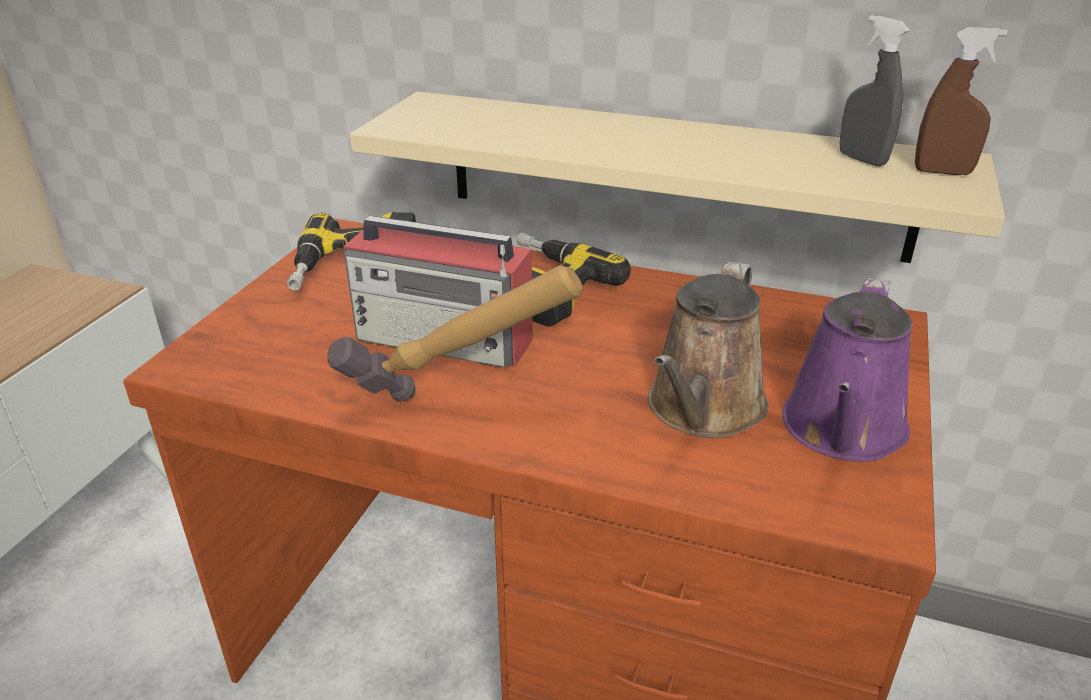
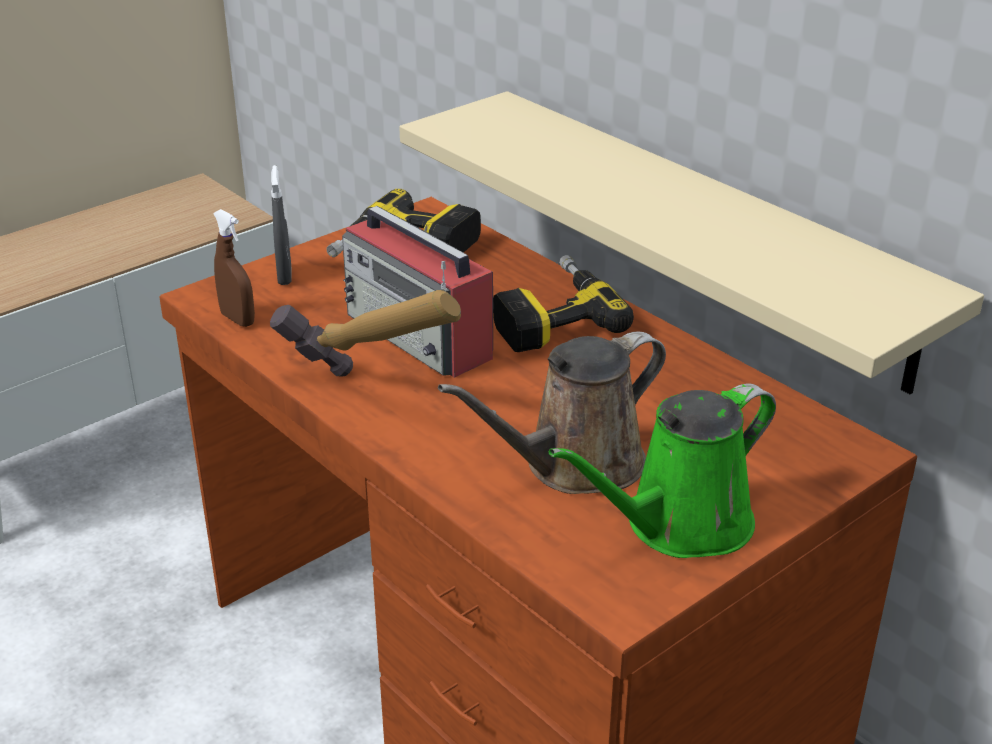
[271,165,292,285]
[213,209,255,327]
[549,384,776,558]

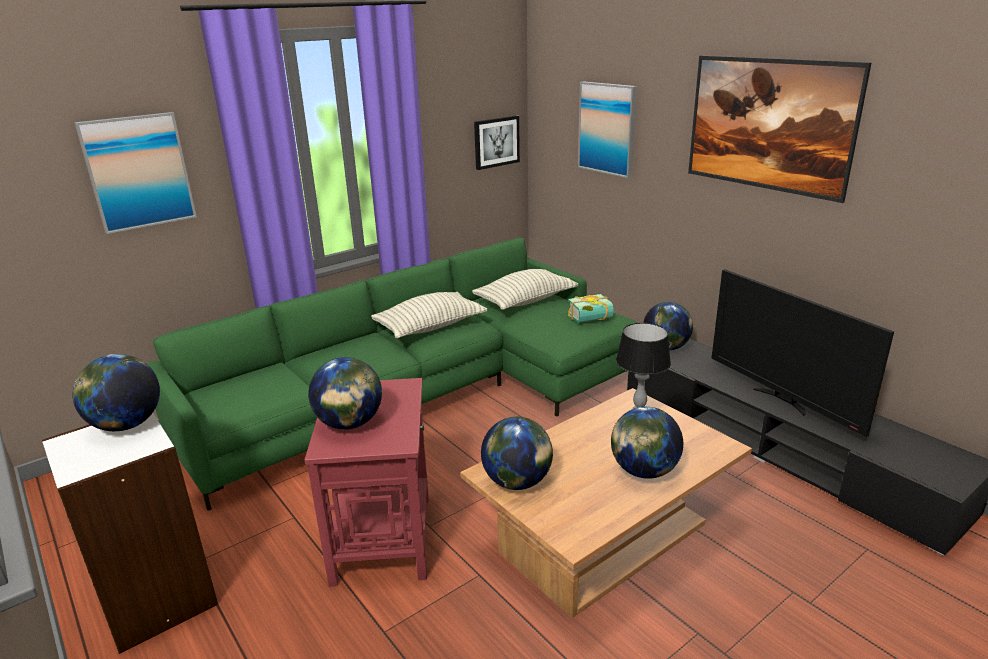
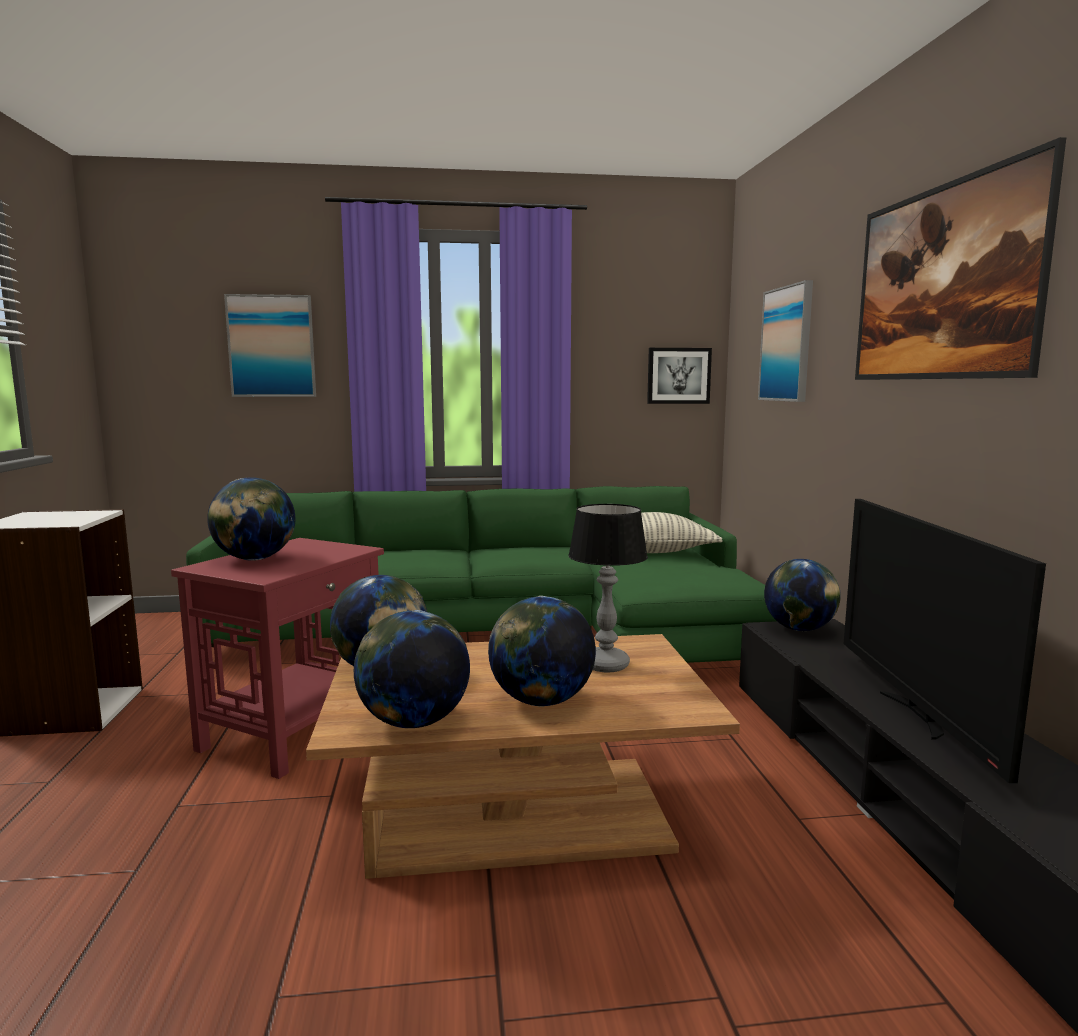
[371,292,487,338] (first image)
[568,294,614,323] (first image)
[354,610,470,728]

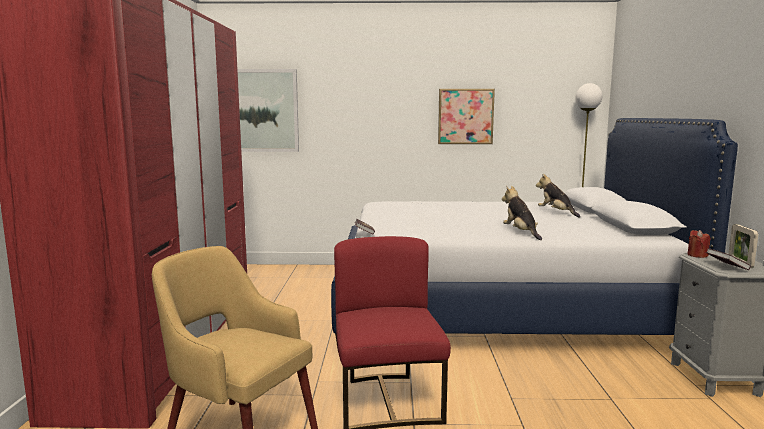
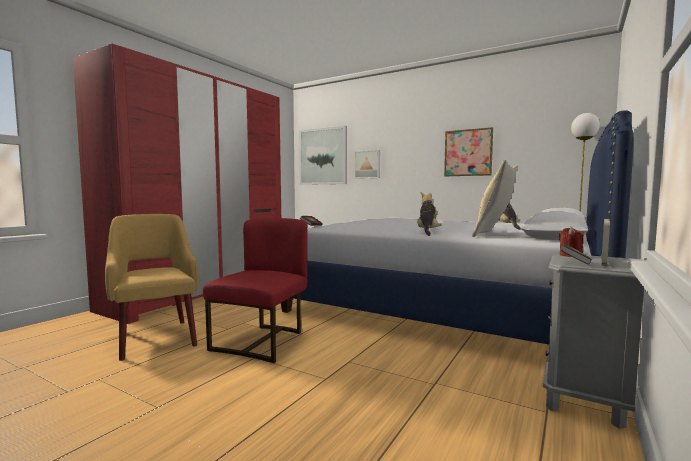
[354,150,380,179]
[472,160,518,237]

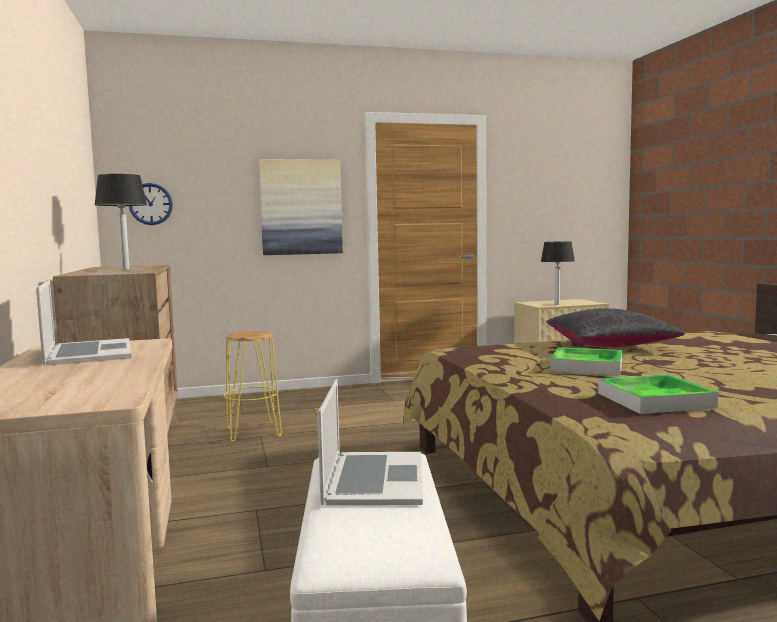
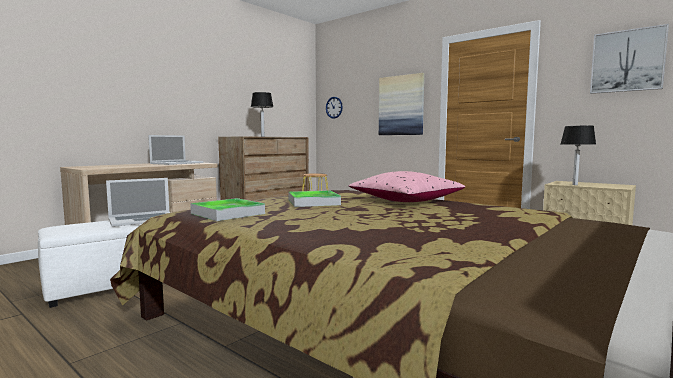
[590,24,669,94]
[348,171,465,202]

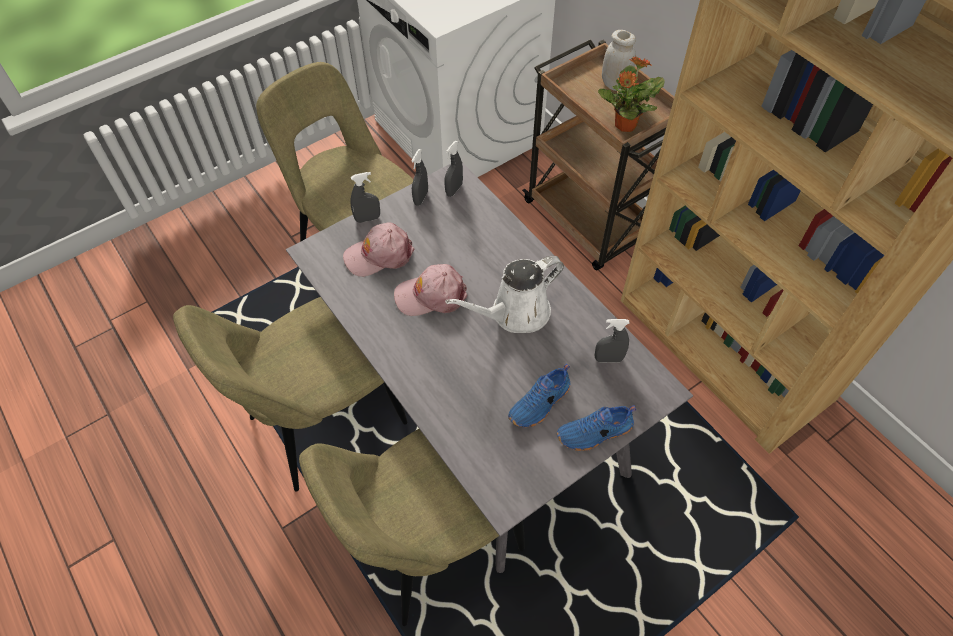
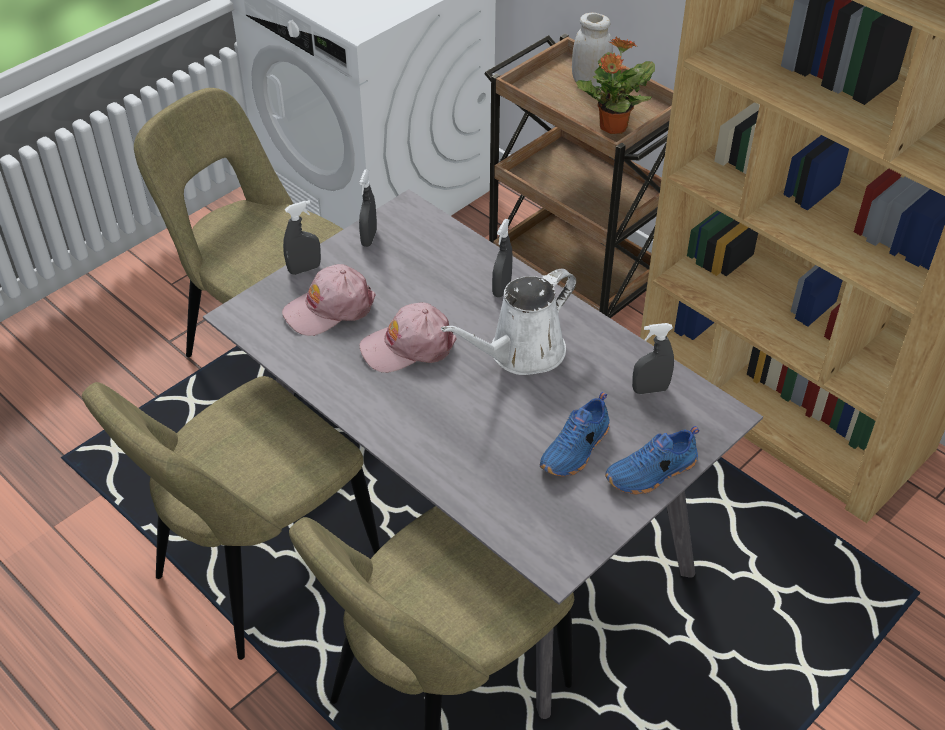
[492,219,513,297]

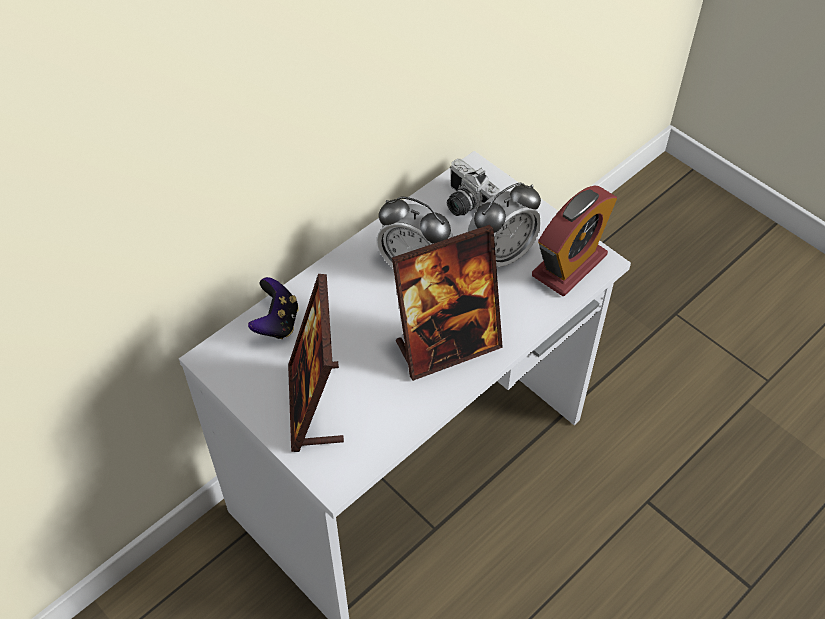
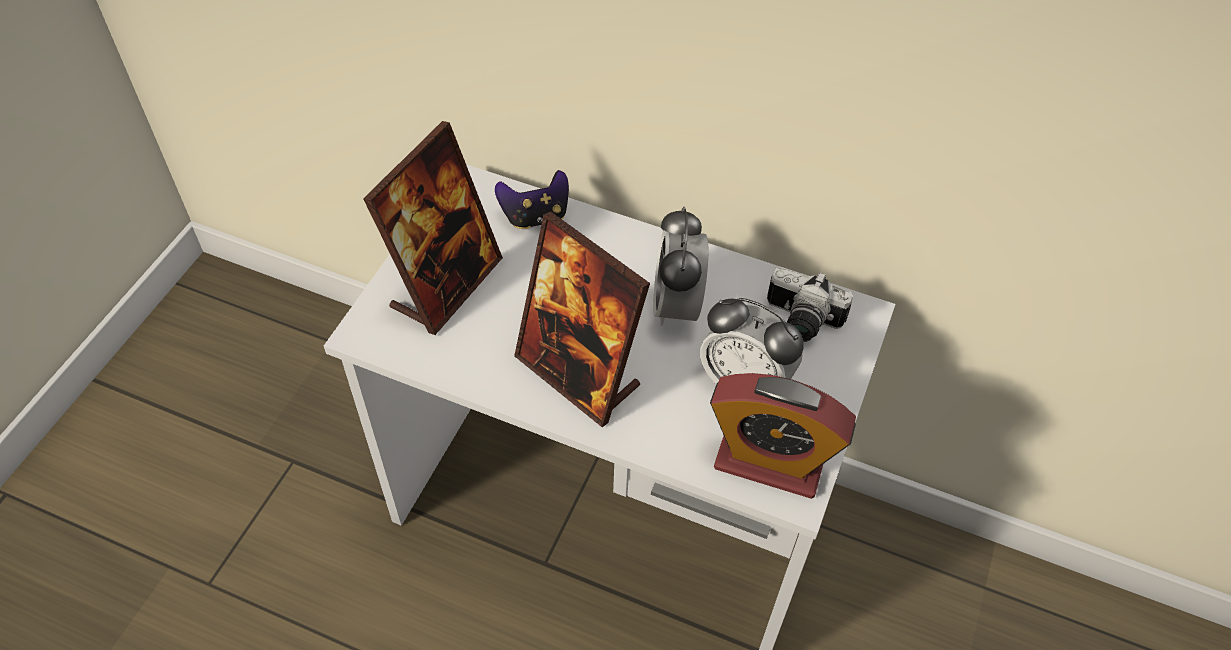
[363,121,503,335]
[767,267,853,342]

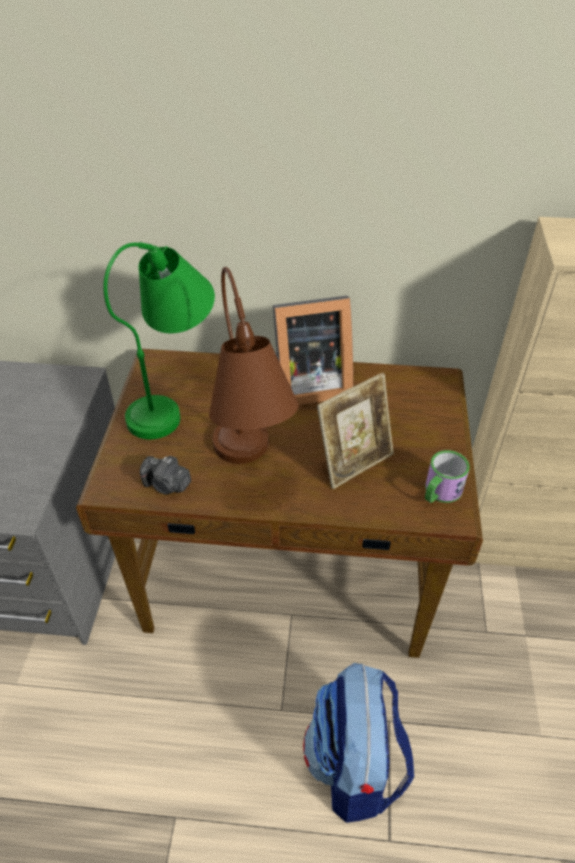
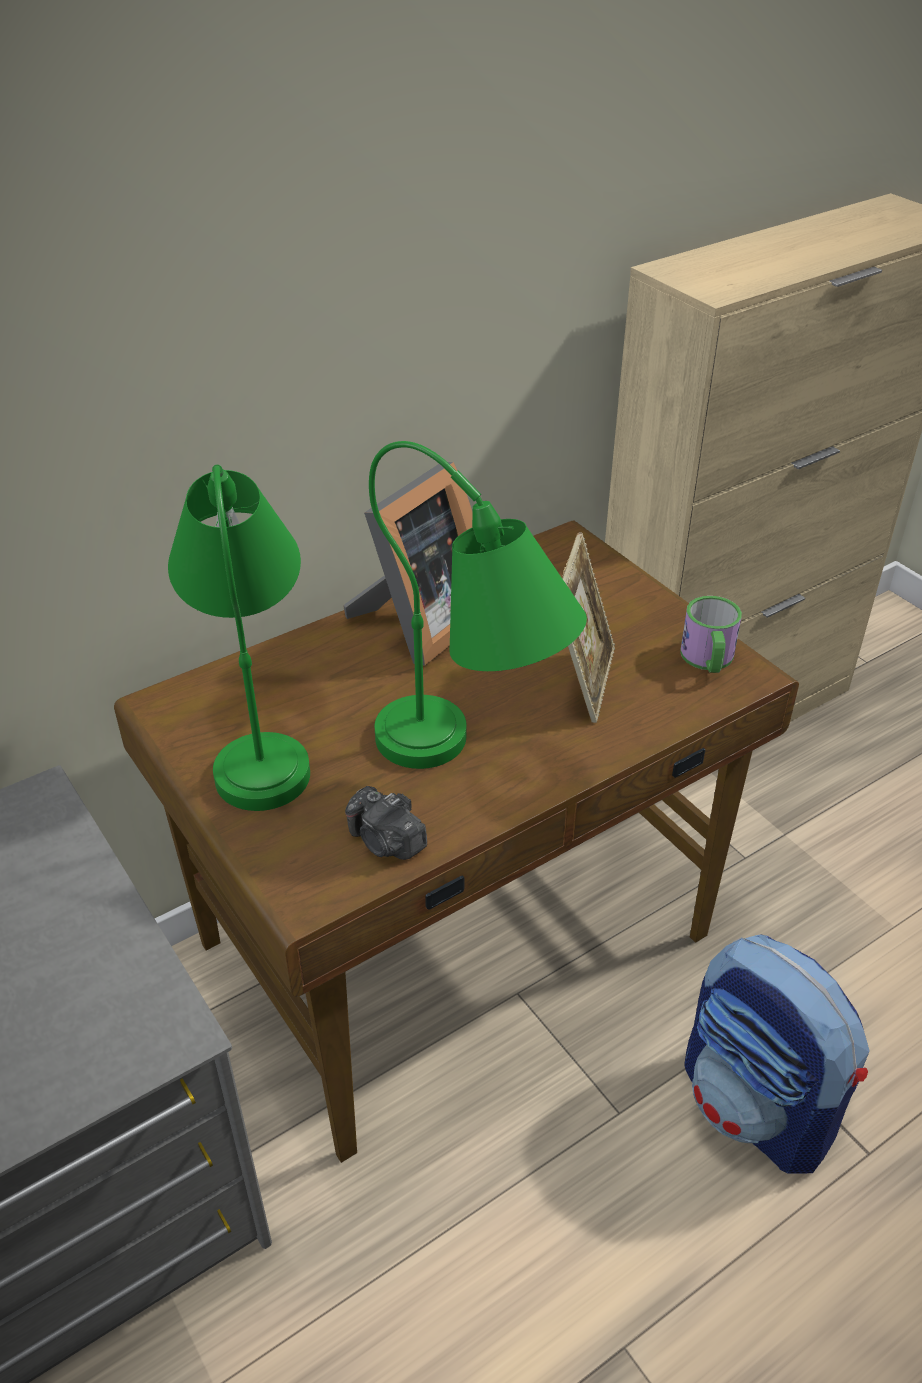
[369,441,587,769]
[345,786,427,860]

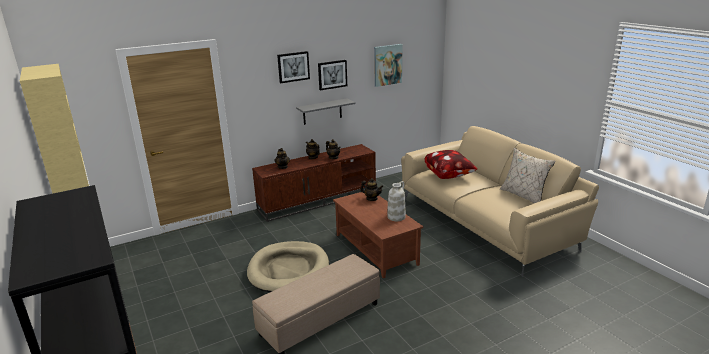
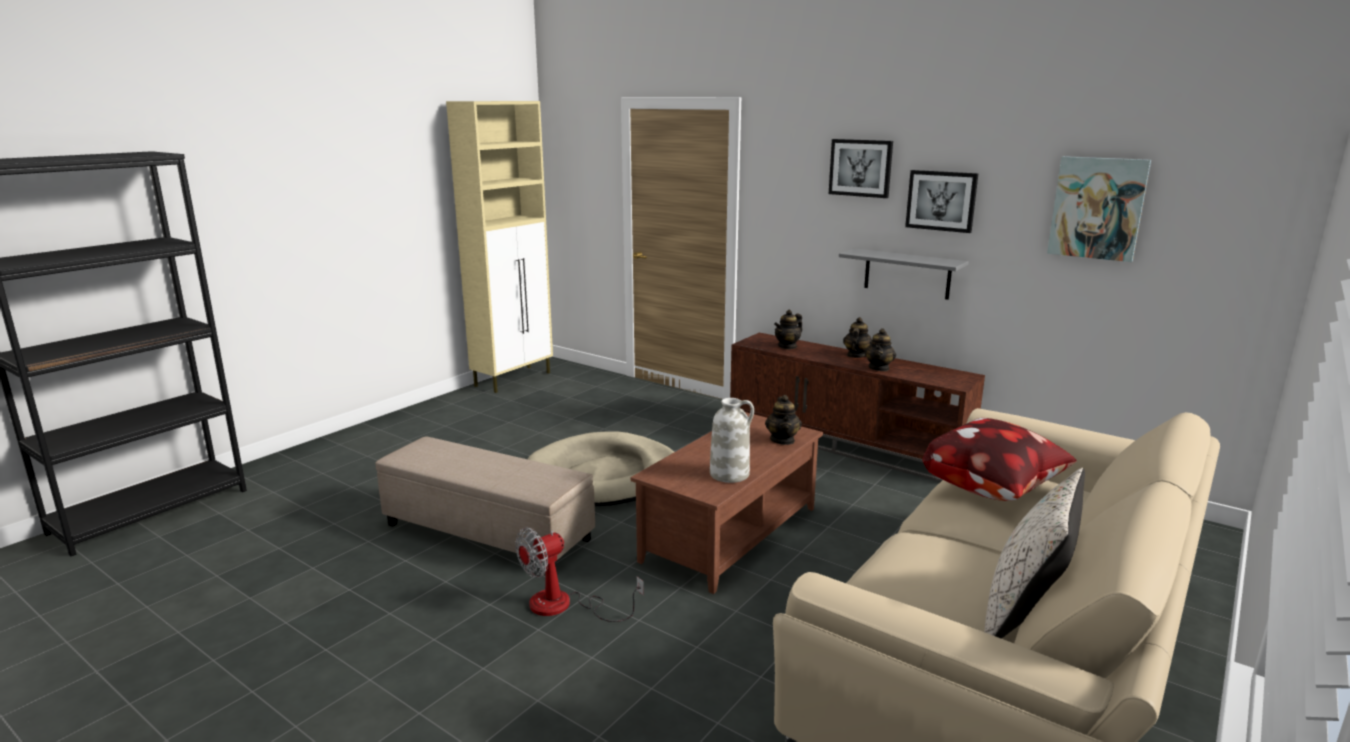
[516,527,644,622]

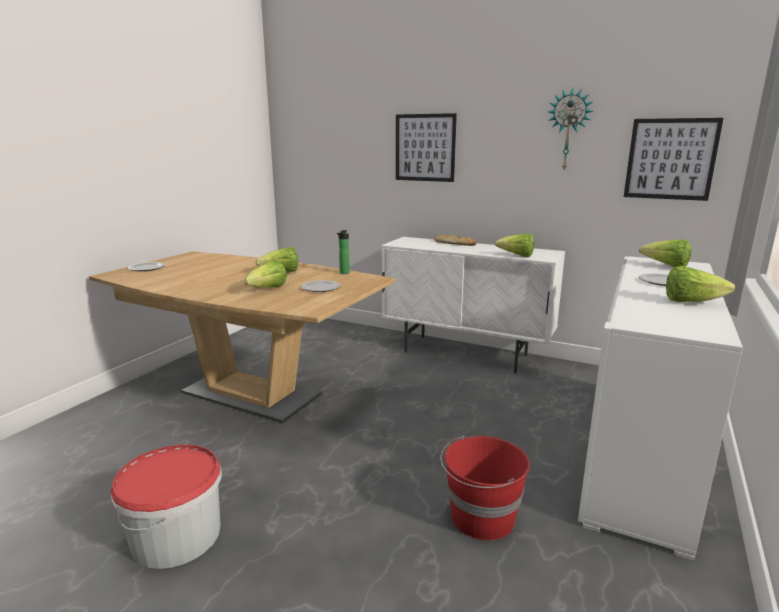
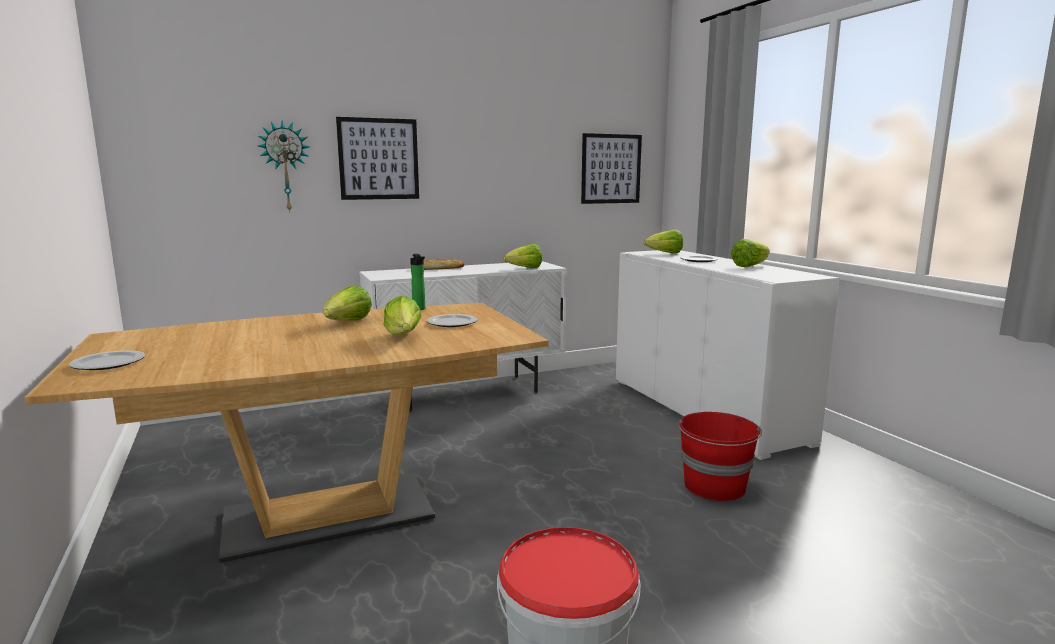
[258,120,310,213]

